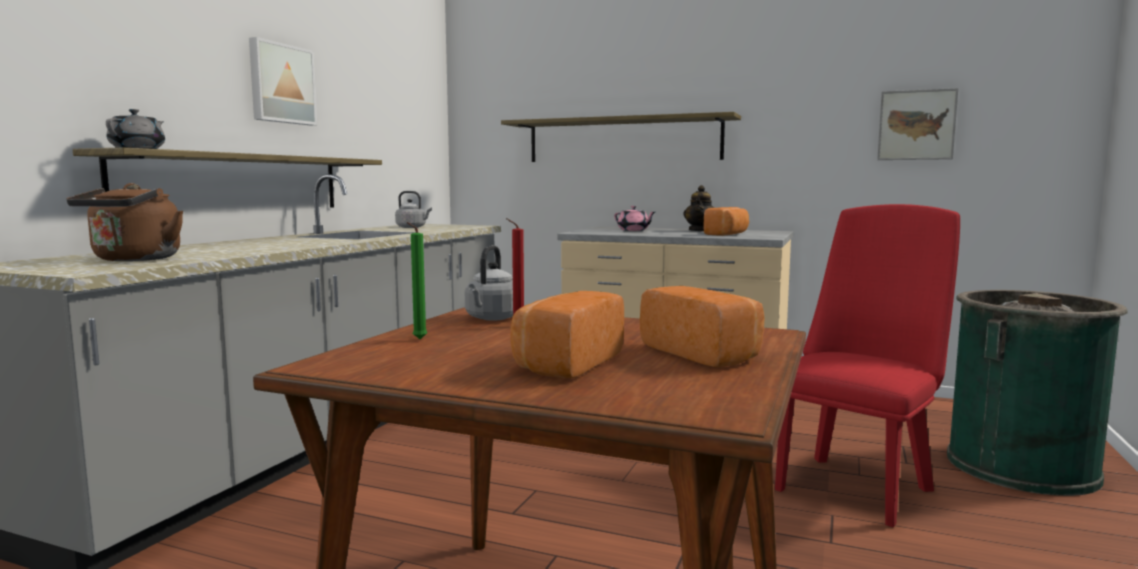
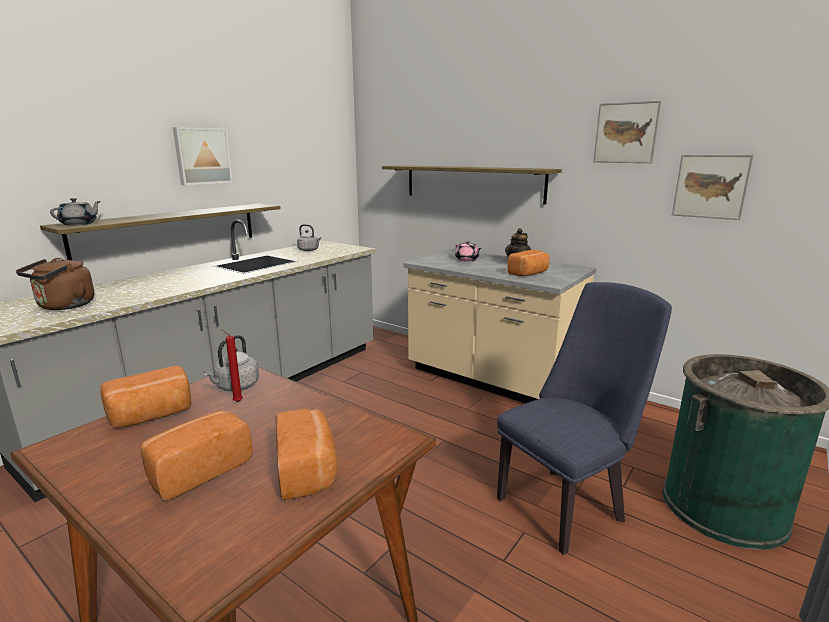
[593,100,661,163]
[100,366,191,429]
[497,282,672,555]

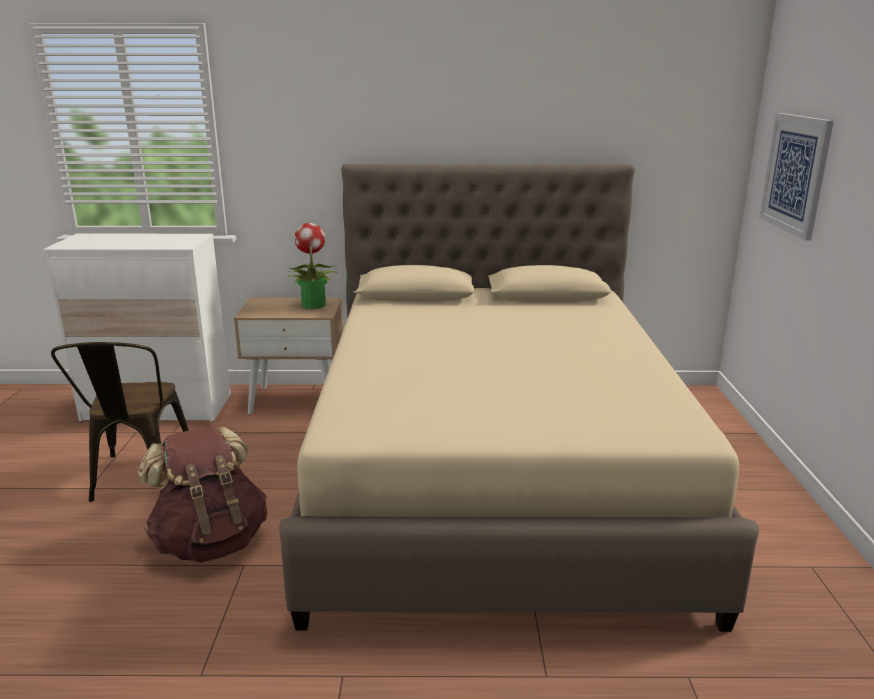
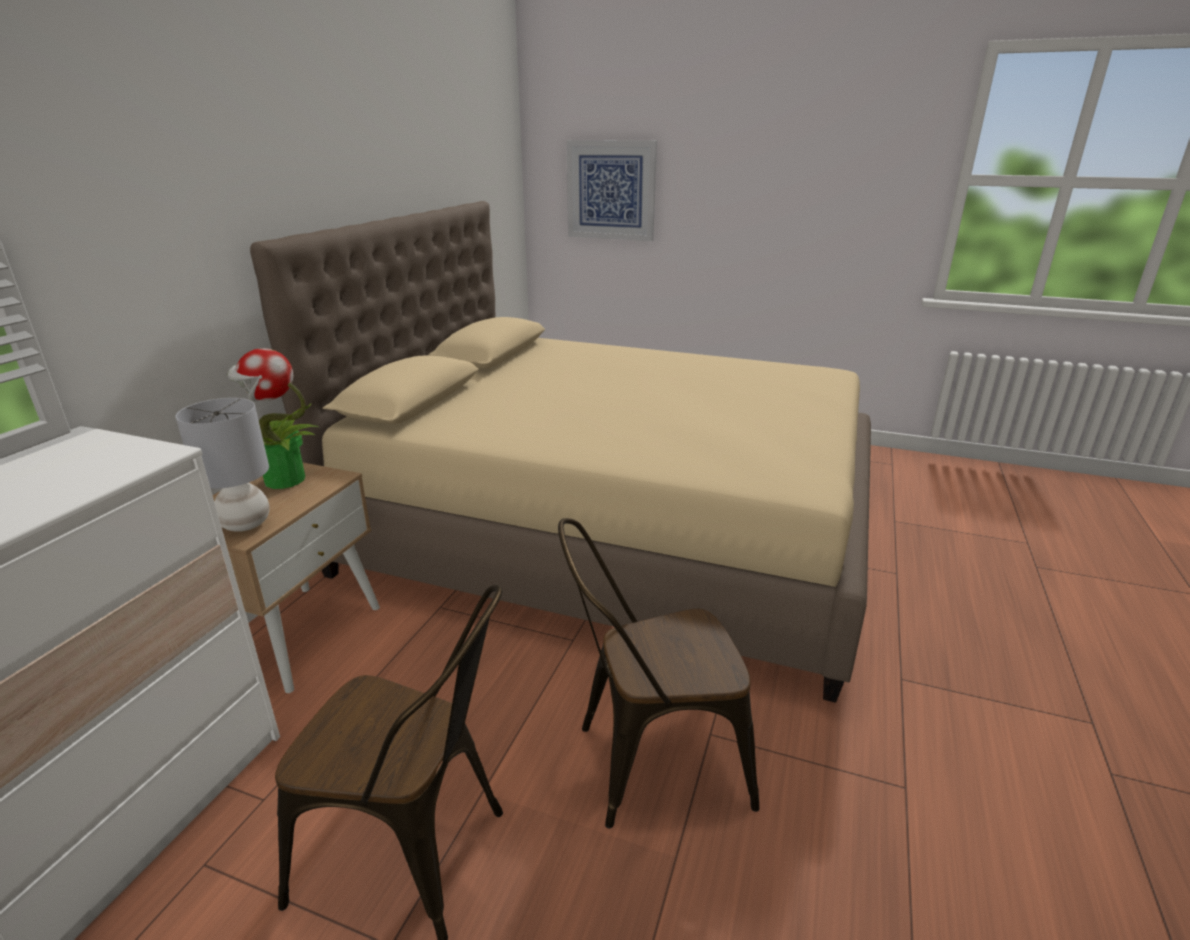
[176,398,270,532]
[558,518,759,828]

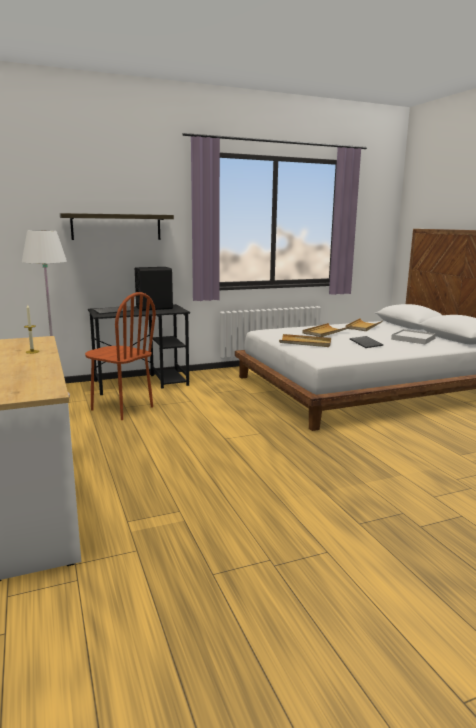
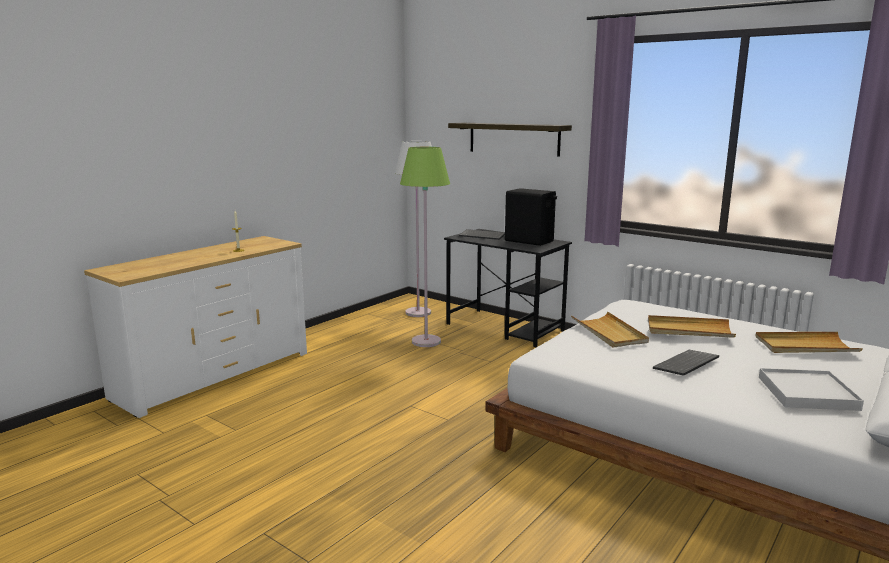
[400,147,450,347]

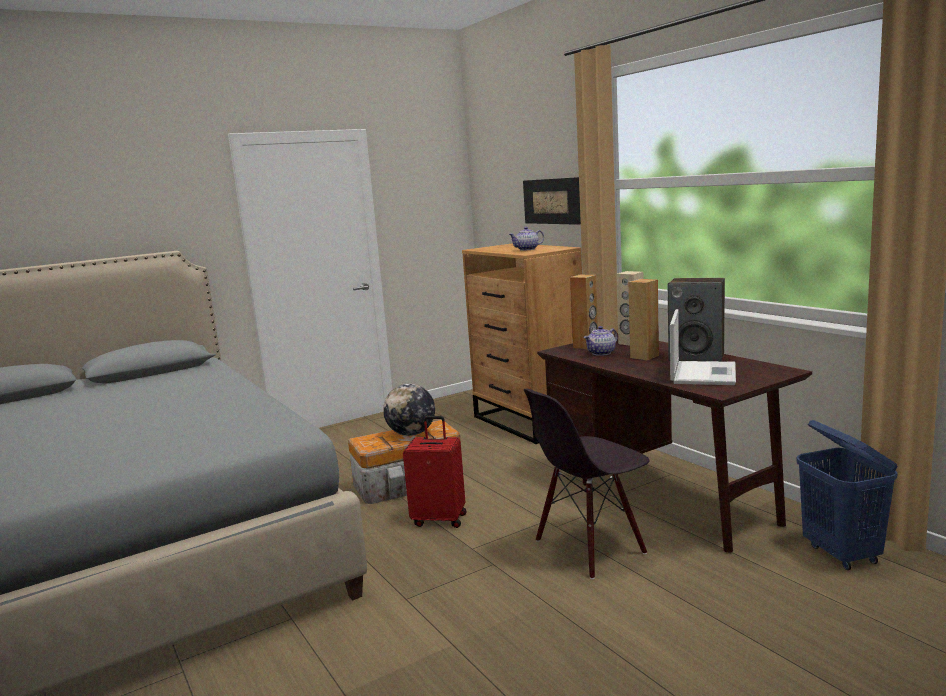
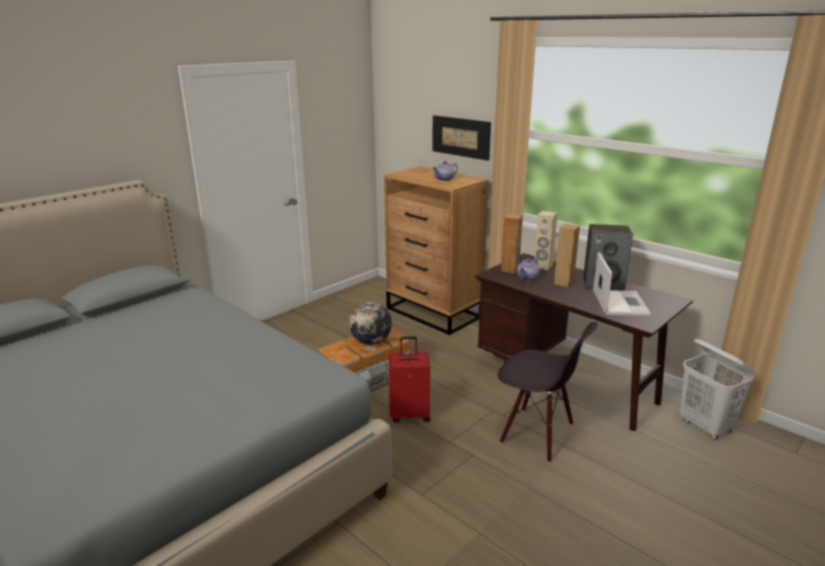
[679,339,755,440]
[498,321,598,463]

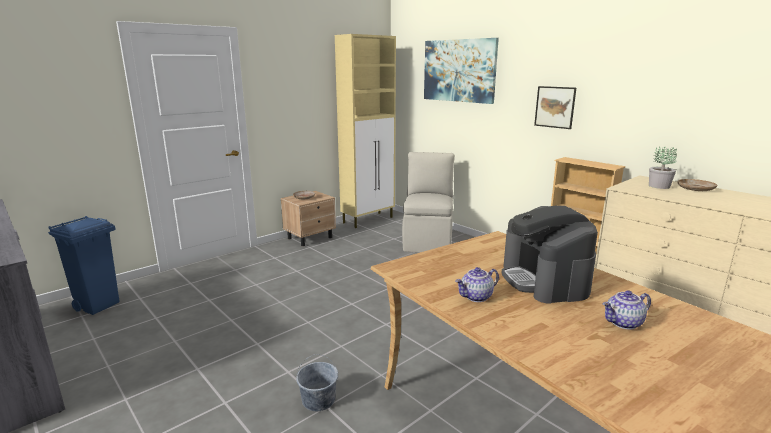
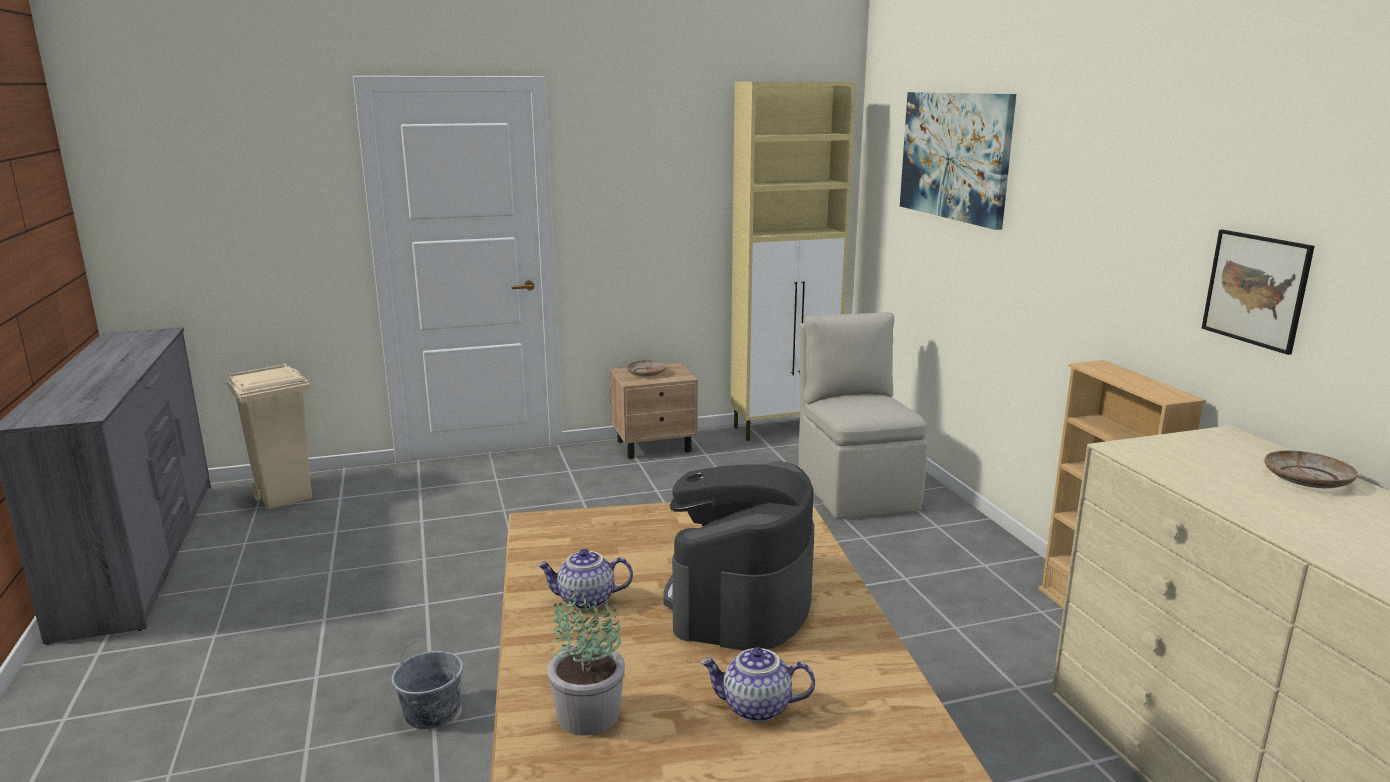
[1202,230,1315,355]
[547,590,625,735]
[226,363,312,509]
[799,312,928,519]

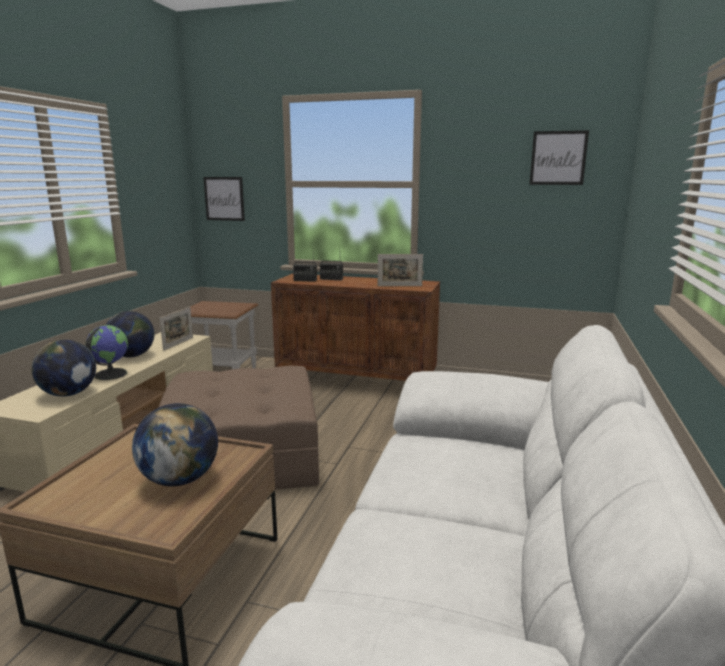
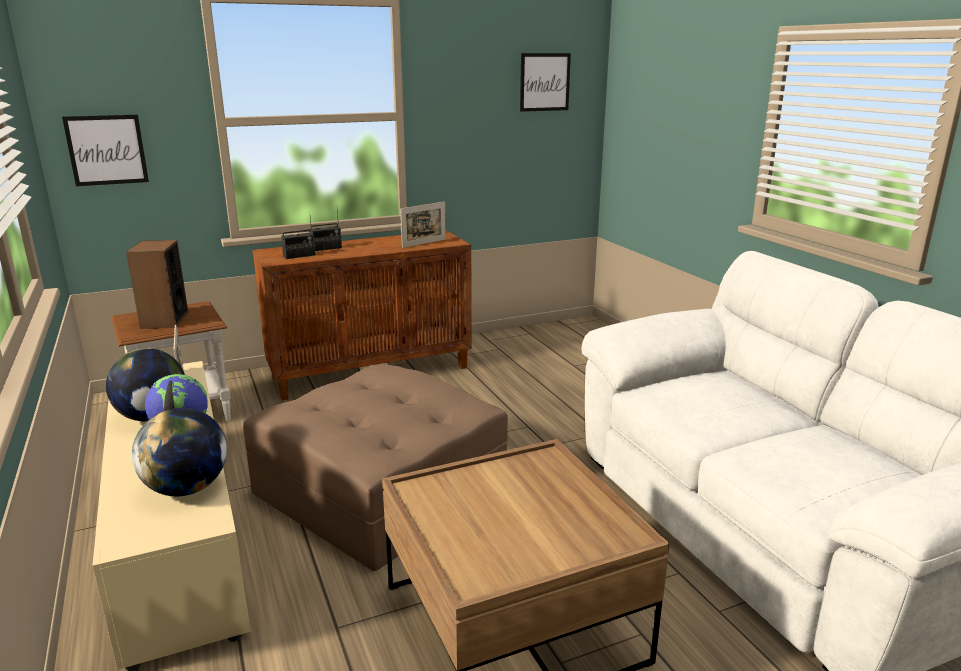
[132,403,218,486] (first image)
[126,240,188,329]

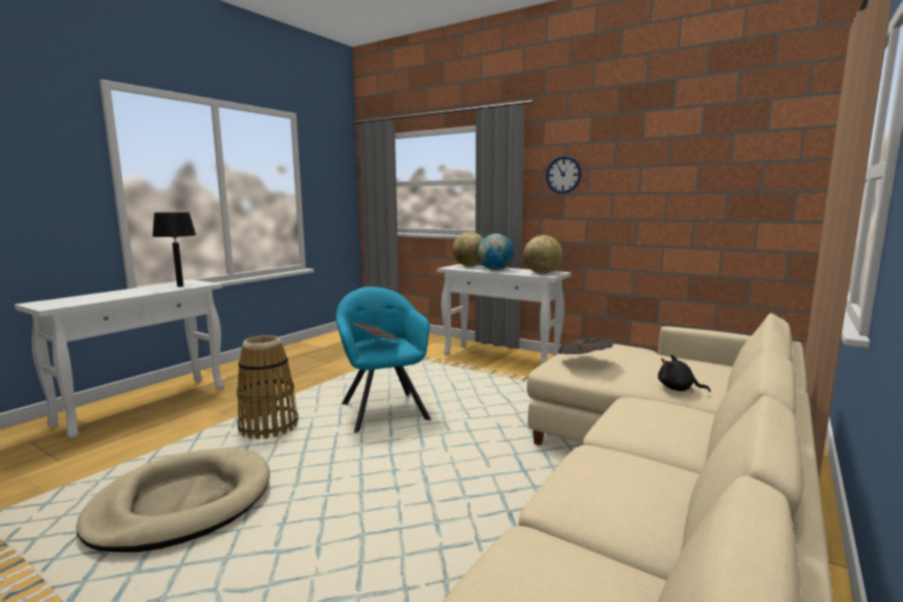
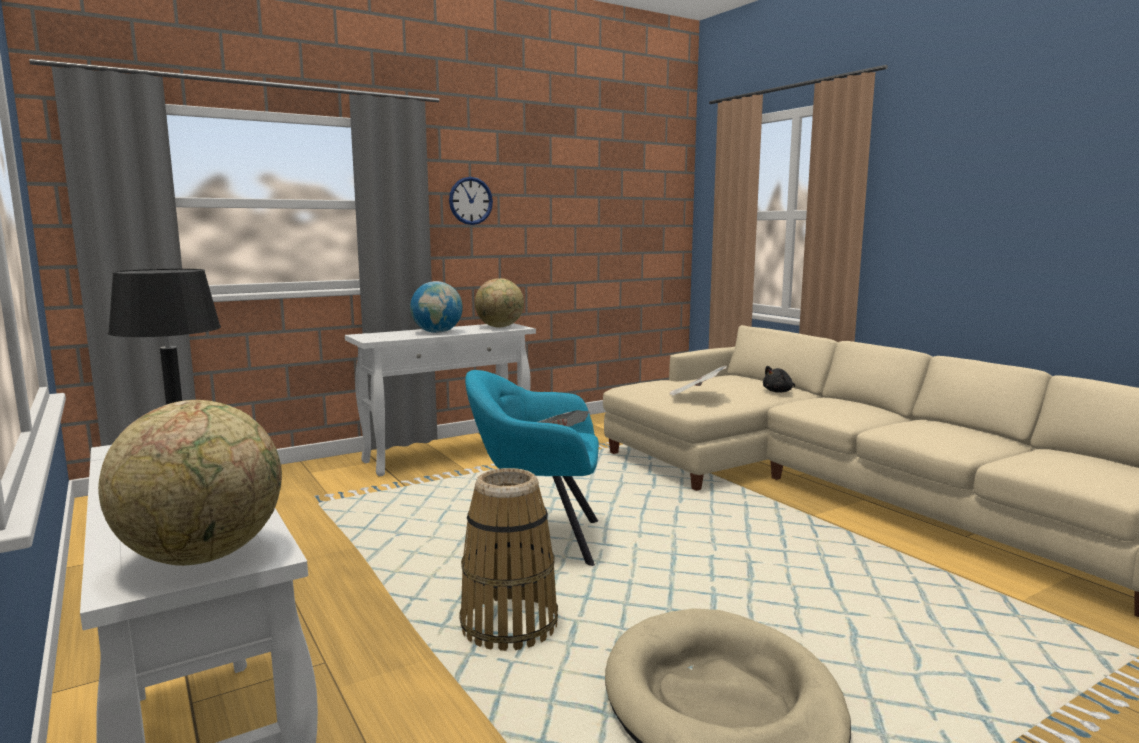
[98,400,282,566]

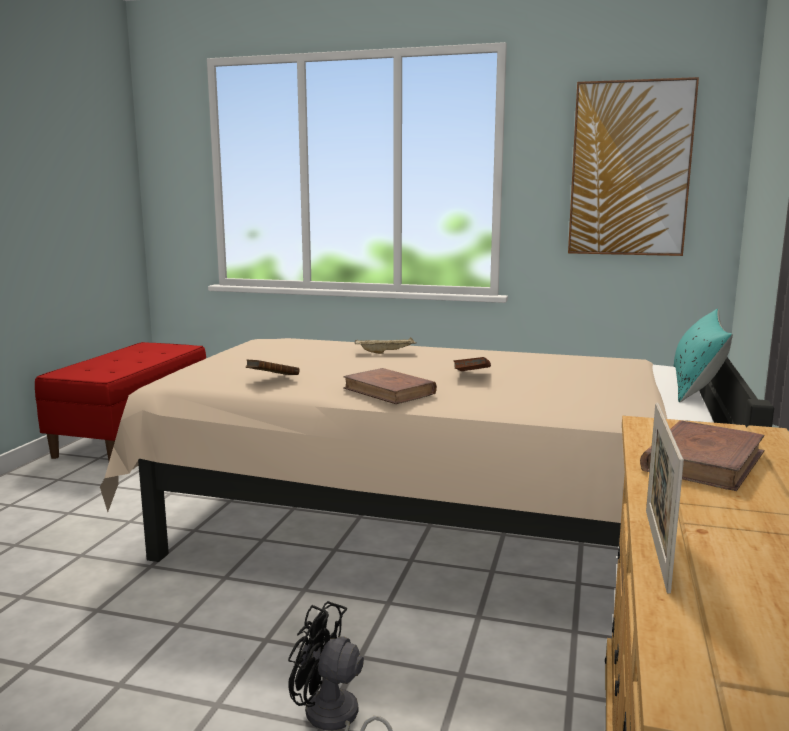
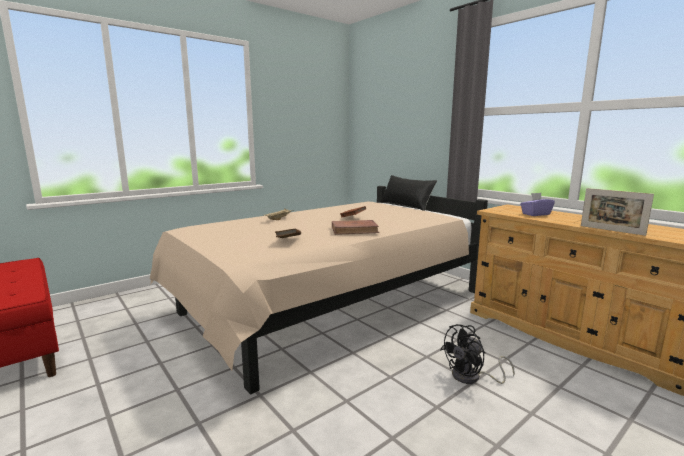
[568,77,699,256] (first image)
[520,193,555,216]
[380,175,437,211]

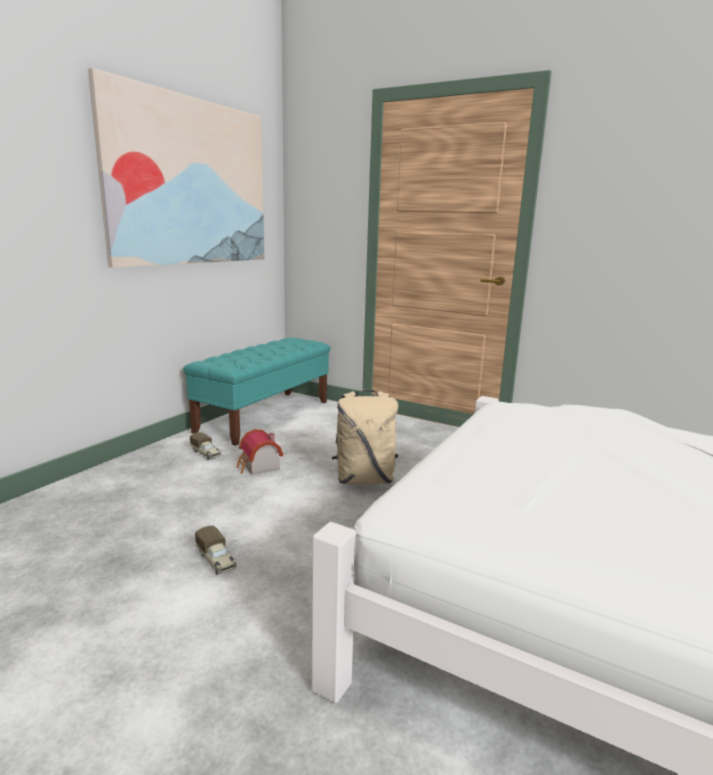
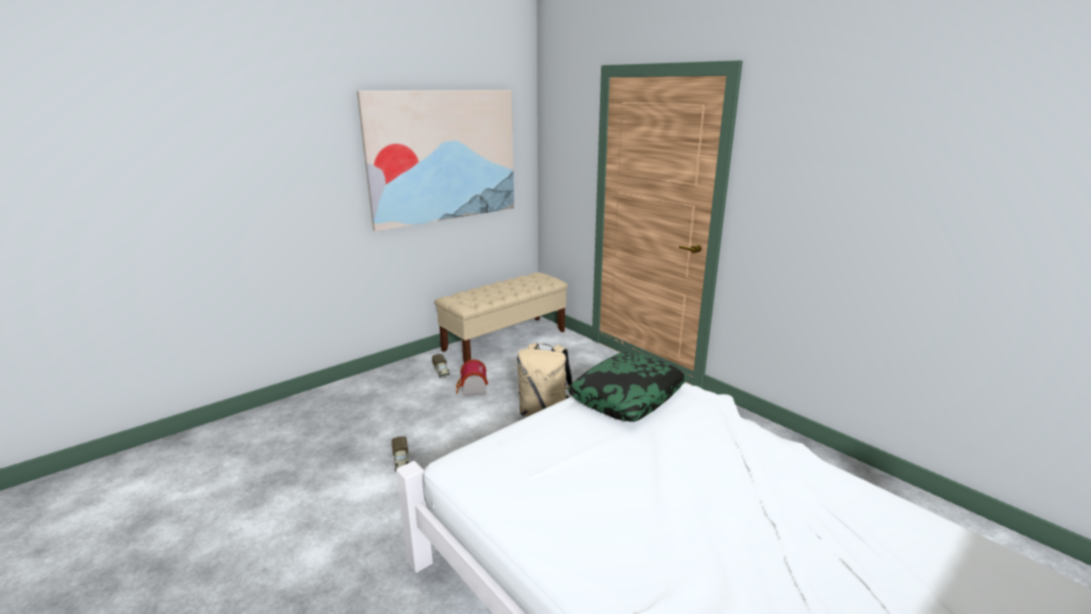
[568,352,687,422]
[435,272,568,363]

